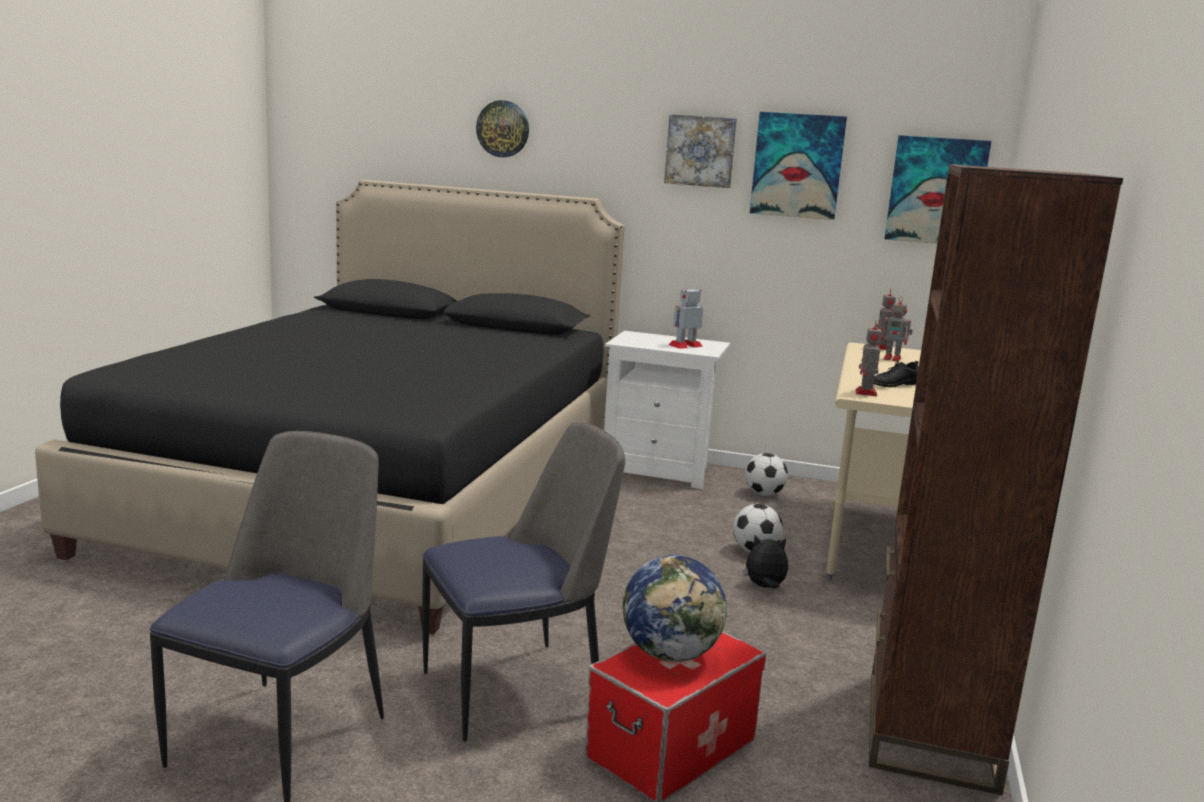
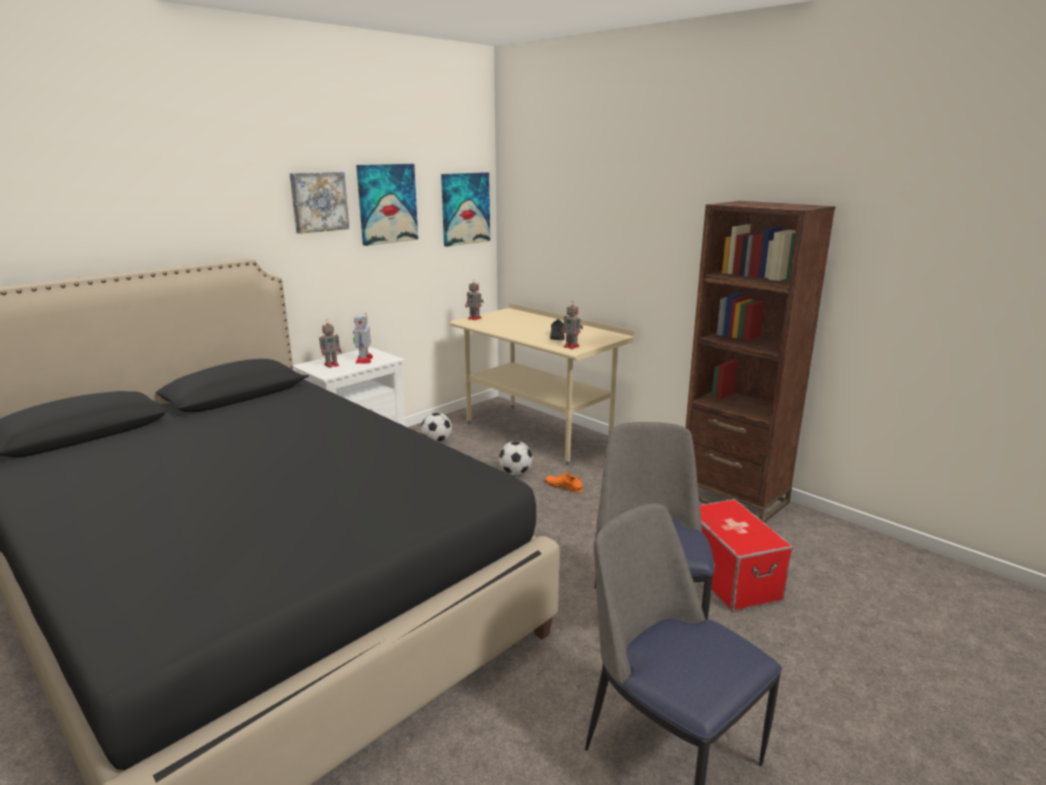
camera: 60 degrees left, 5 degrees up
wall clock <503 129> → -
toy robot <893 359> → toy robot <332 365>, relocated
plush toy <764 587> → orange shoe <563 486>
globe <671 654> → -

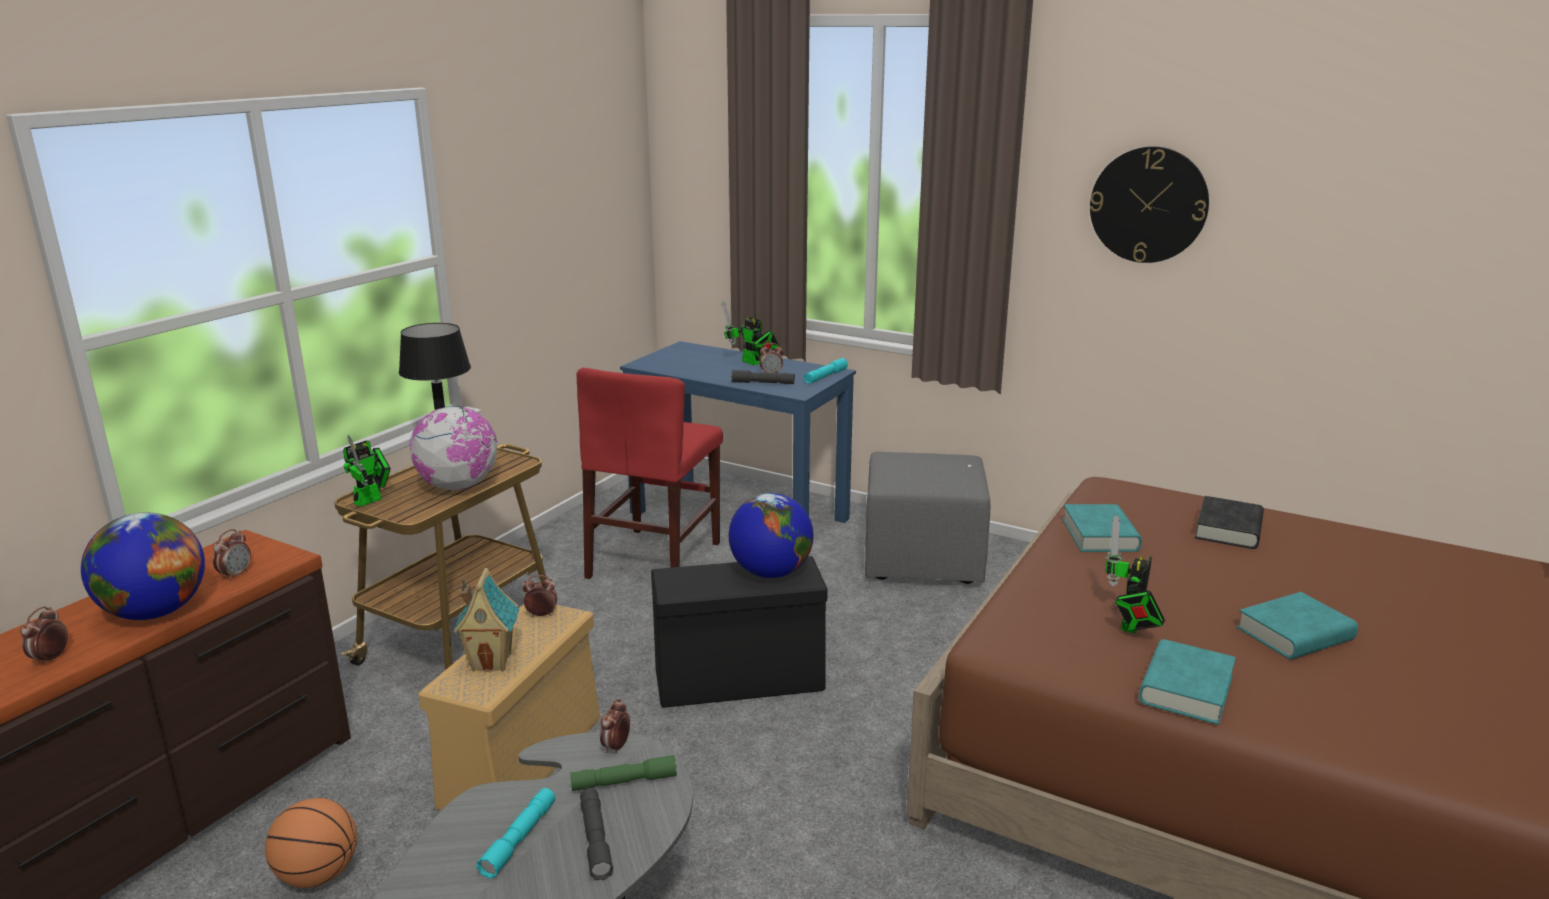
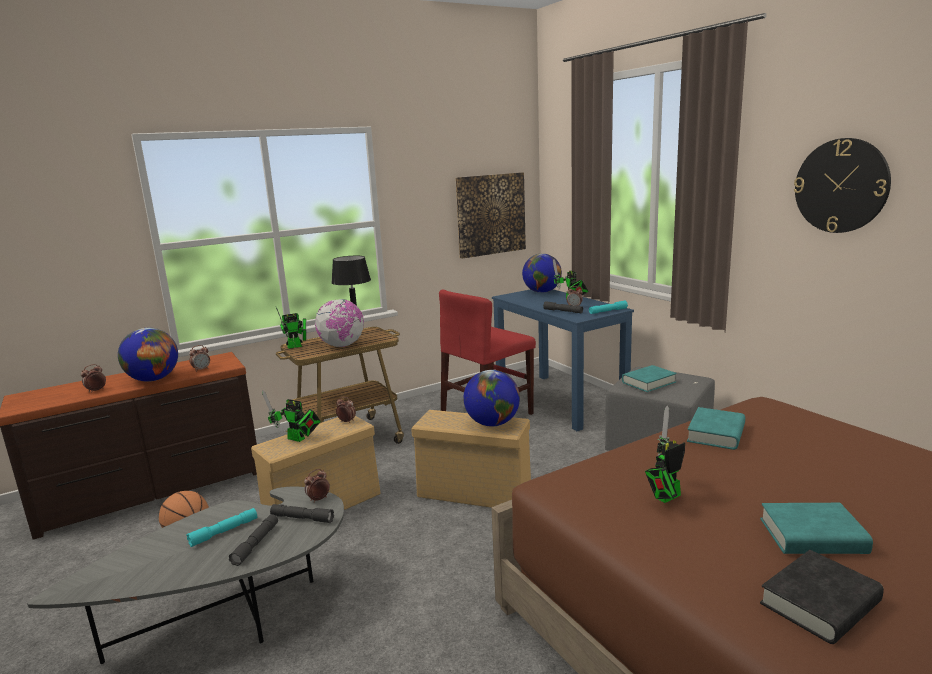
camera: 30 degrees right, 5 degrees down
black book <1228 529> → black book <820 603>, relocated
black storage box <741 680> → beige storage box <476 493>
toy house <492 661> → toy robot <298 439>
turquoise book <1186 689> → turquoise book <648 382>, relocated
green flashlight <624 782> → grey flashlight <302 518>
- → picture <490 214>
- → globe <542 292>

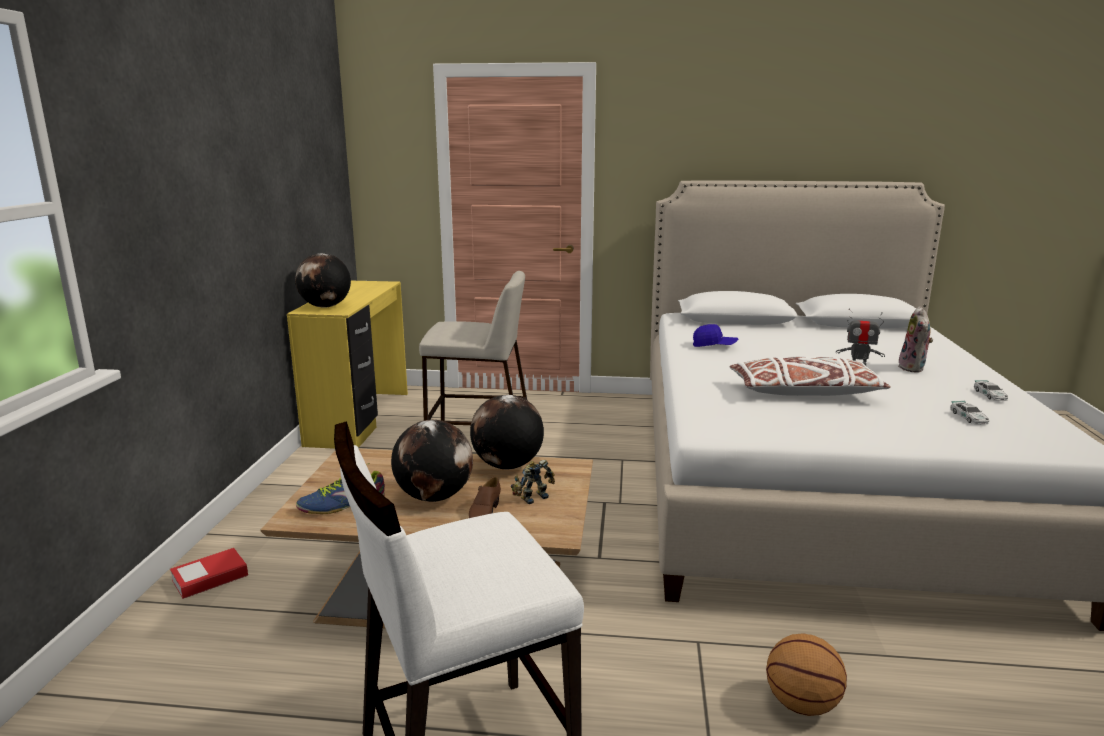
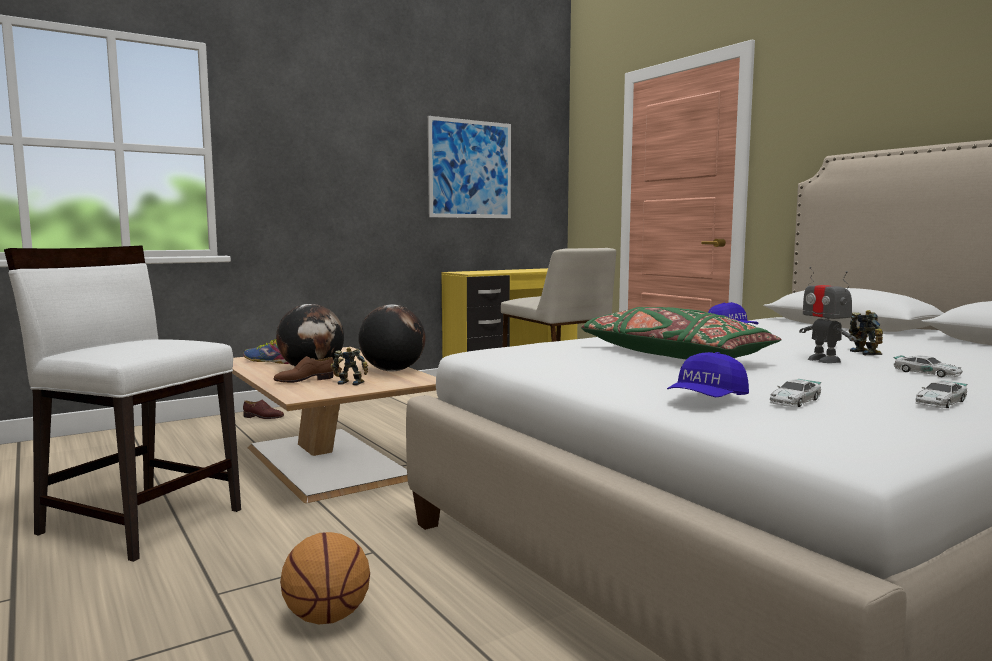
camera: 50 degrees right, 10 degrees down
globe <325 307> → -
plush toy <913 368> → toy car <926 373>
white pillow <804 392> → green pillow <672 355>
book <210 578> → brown shoe <263 417>
- → picture <470 169>
- → toy robot <867 353>
- → blue cap <706 400>

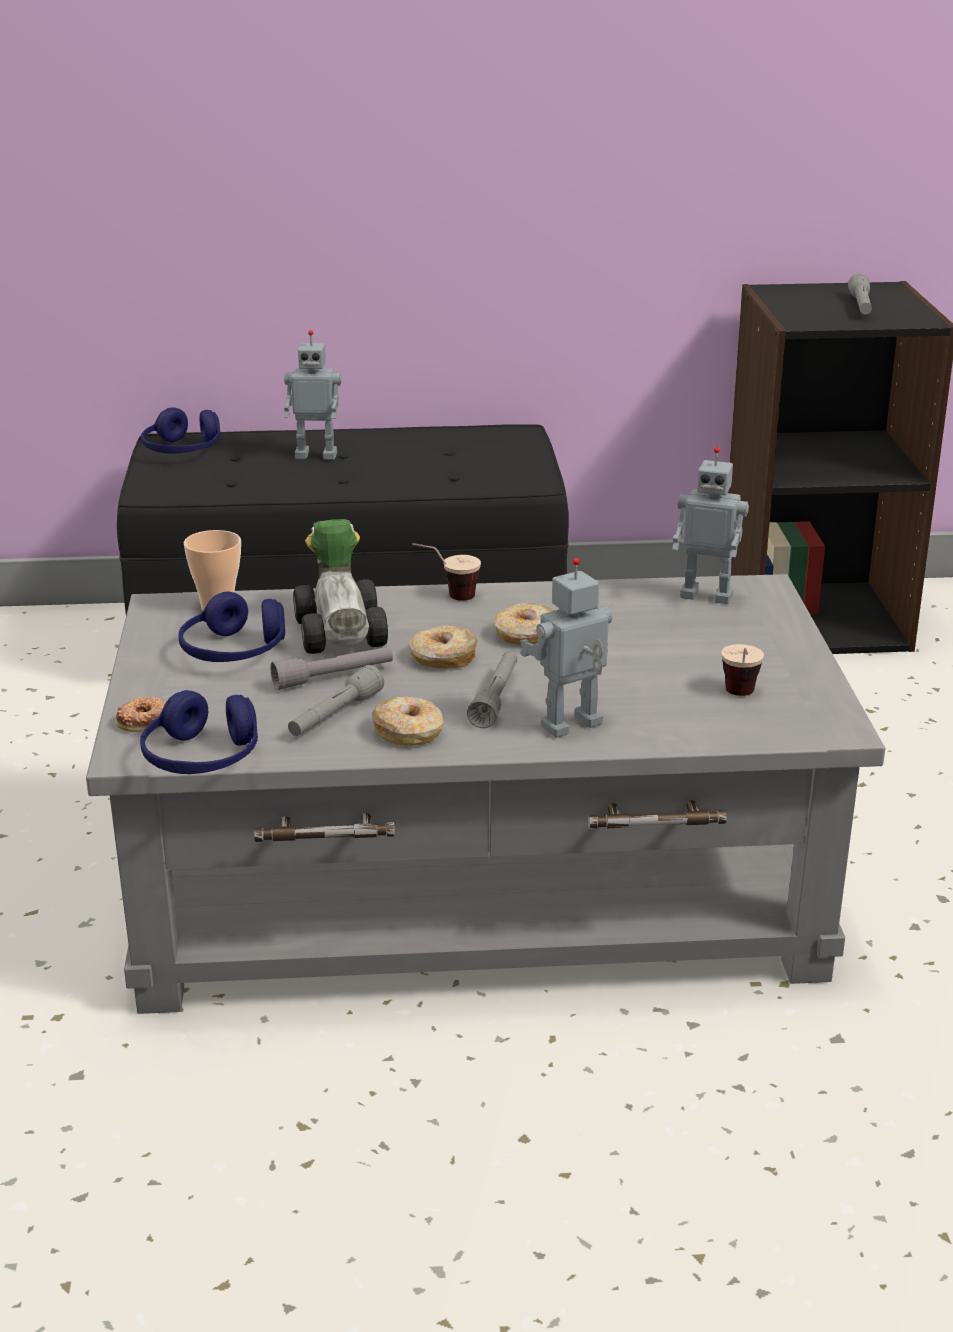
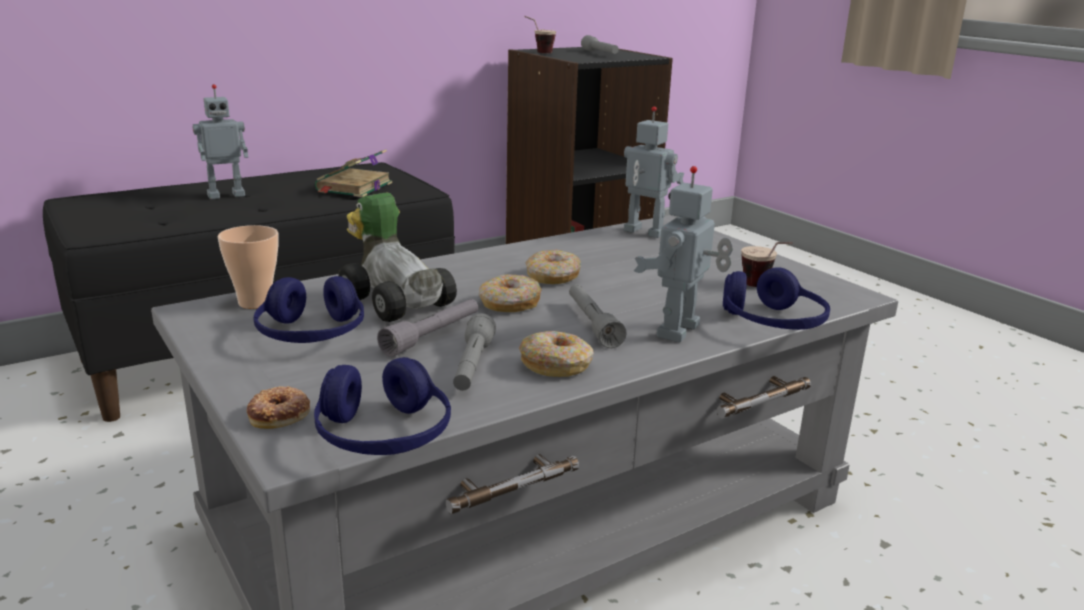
camera: 30 degrees left, 5 degrees down
blue headphones <183 451> → blue headphones <772 323>, relocated
toy robot <707 595> → toy robot <643 232>, 135 degrees counterclockwise
cup <447 598> → cup <538 53>, relocated
- → book <353 187>

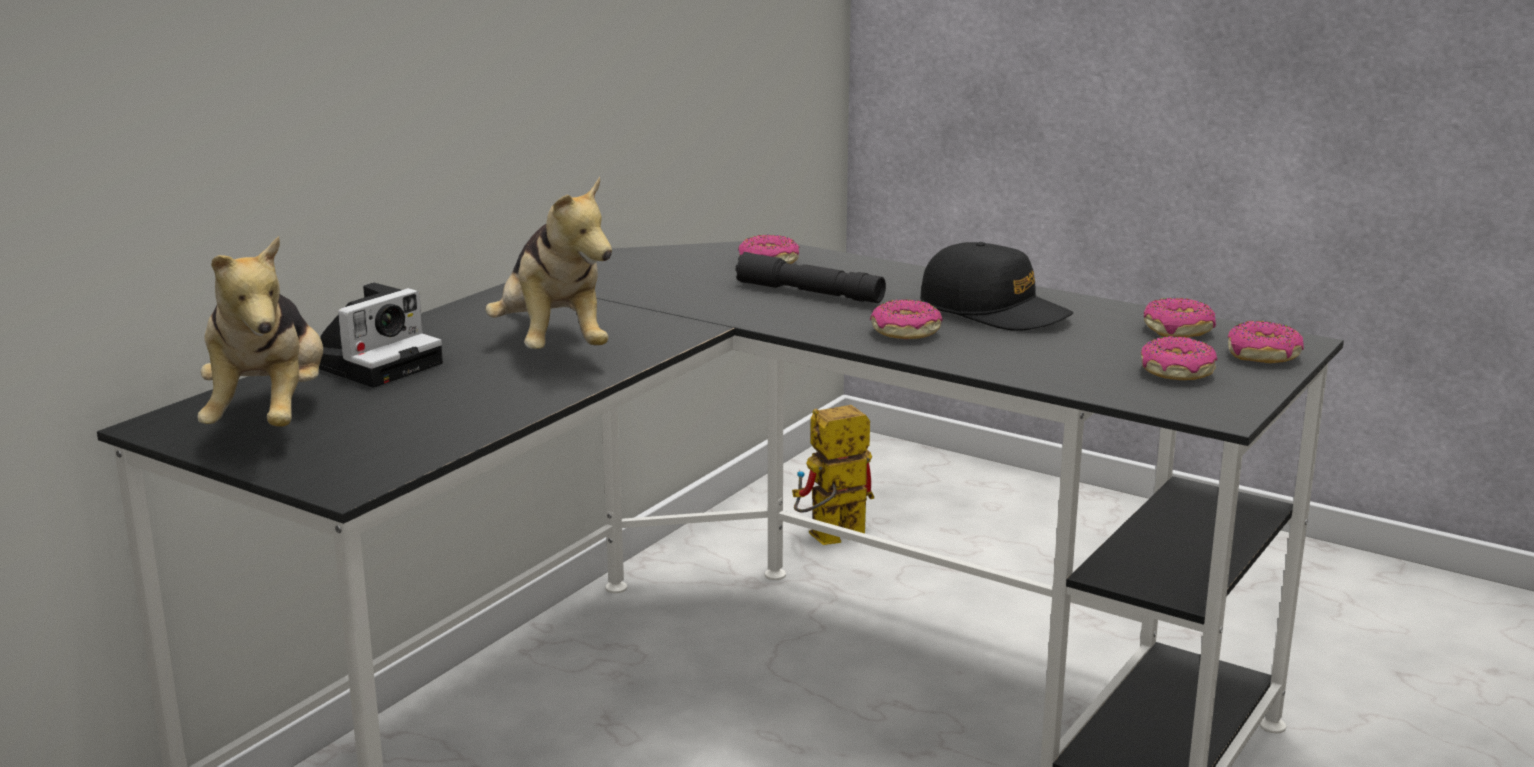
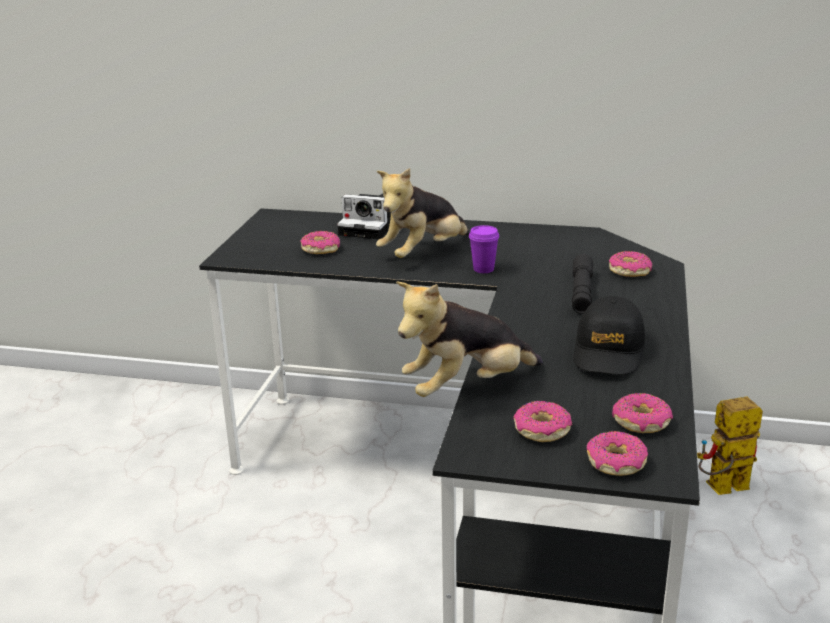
camera: 70 degrees right, 5 degrees up
plush toy <271 418> → plush toy <467 388>, relocated
donut <905 332> → donut <320 249>, relocated
toy robot <828 540> → toy robot <721 490>, 60 degrees counterclockwise
- → purple cup <483 269>

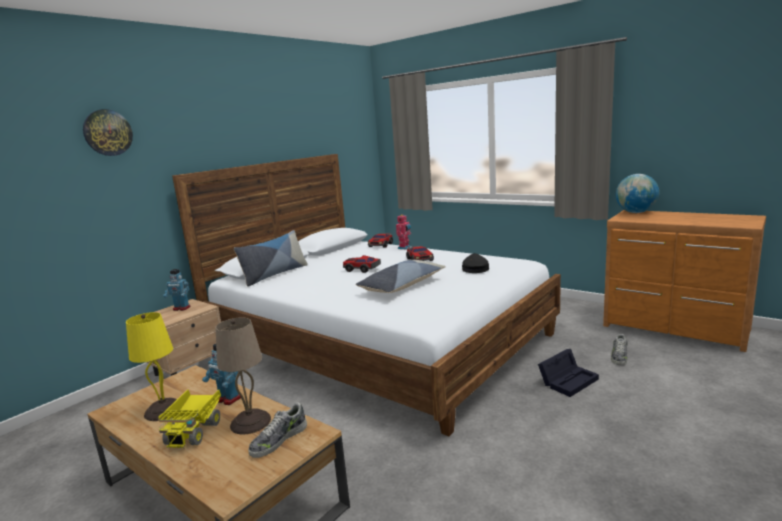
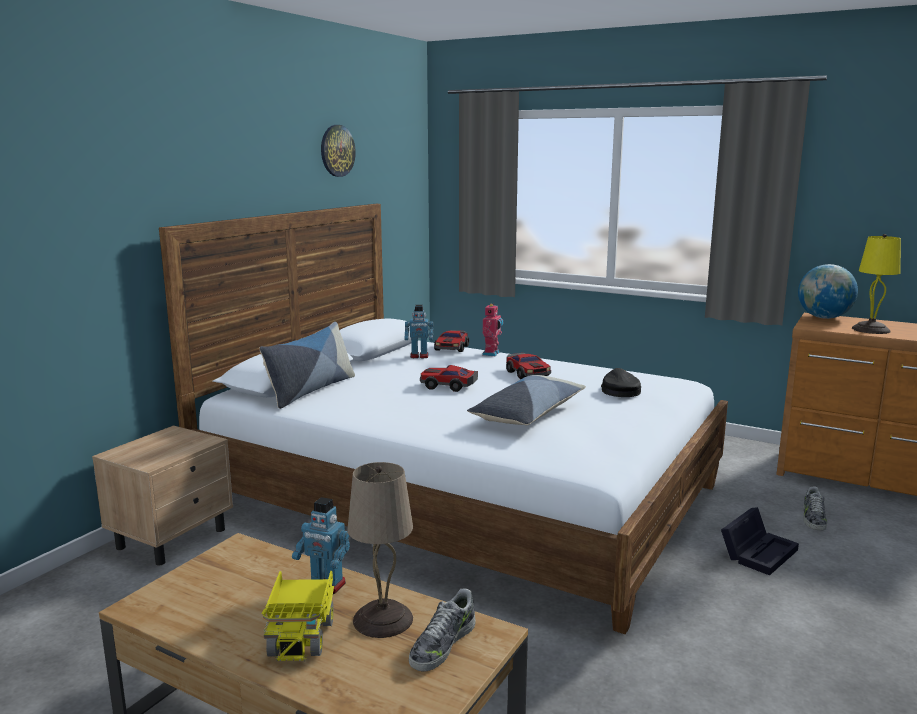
camera: 10 degrees left, 0 degrees up
wall clock <107 132> → wall clock <337 150>, relocated
toy robot <181 308> → toy robot <419 356>, relocated
yellow table lamp <165 410> → yellow table lamp <871 329>, relocated

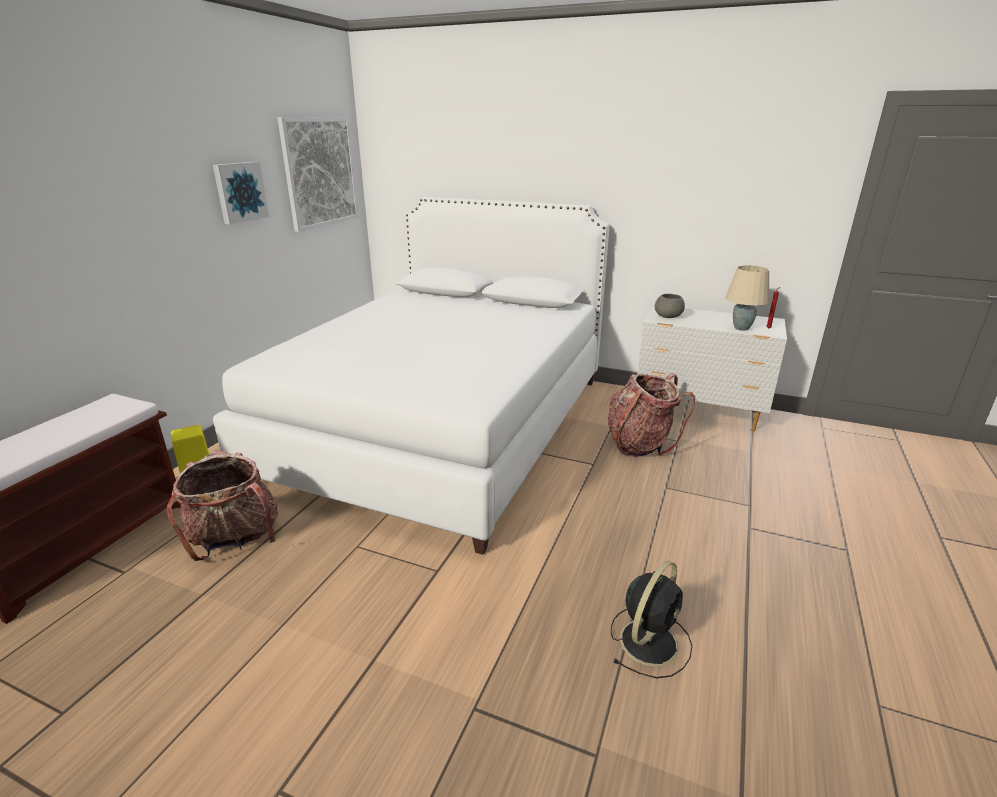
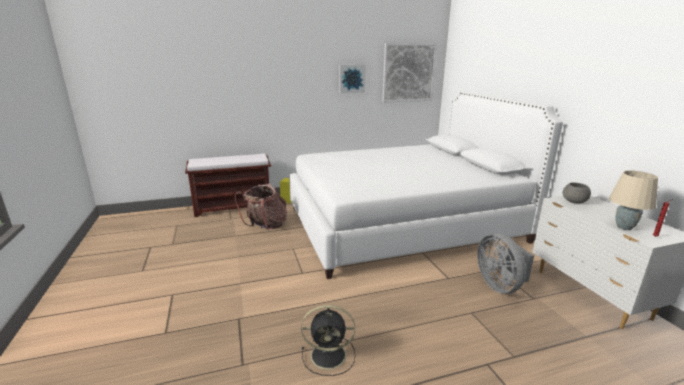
camera: 50 degrees right, 5 degrees down
backpack <640 444> → grey fan <500 285>

